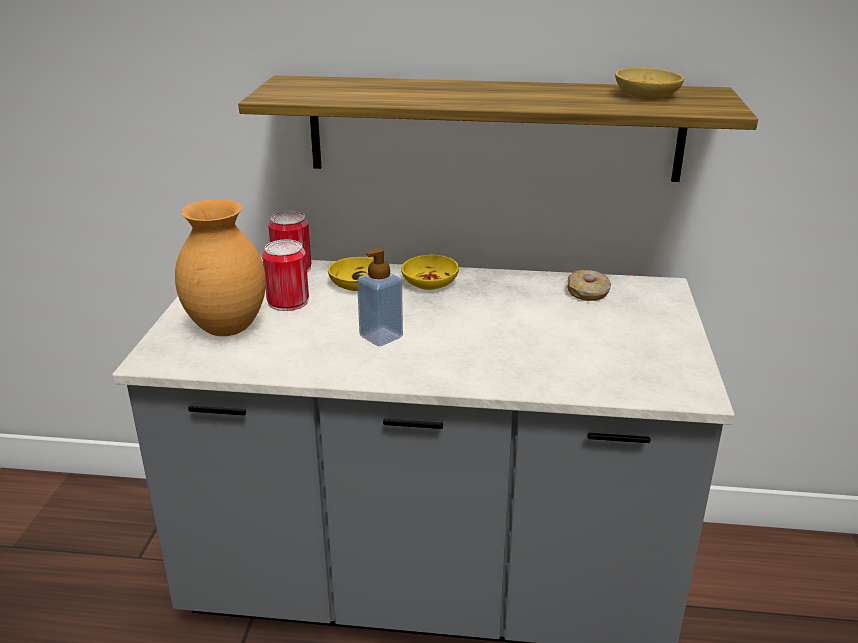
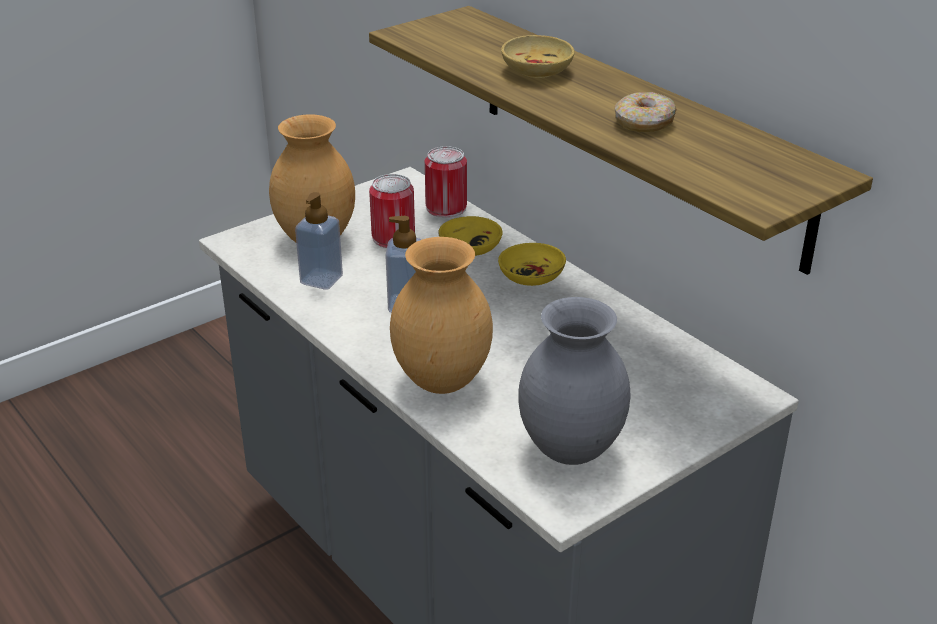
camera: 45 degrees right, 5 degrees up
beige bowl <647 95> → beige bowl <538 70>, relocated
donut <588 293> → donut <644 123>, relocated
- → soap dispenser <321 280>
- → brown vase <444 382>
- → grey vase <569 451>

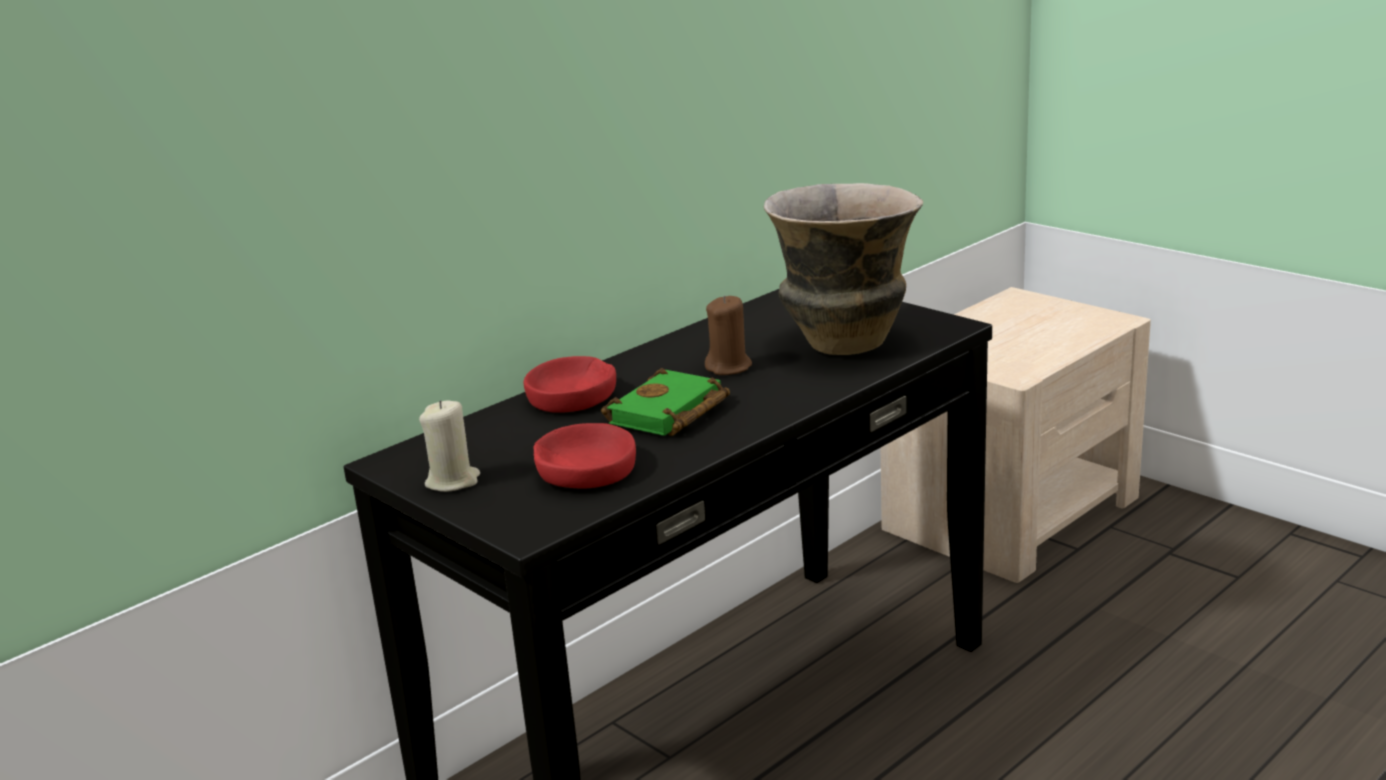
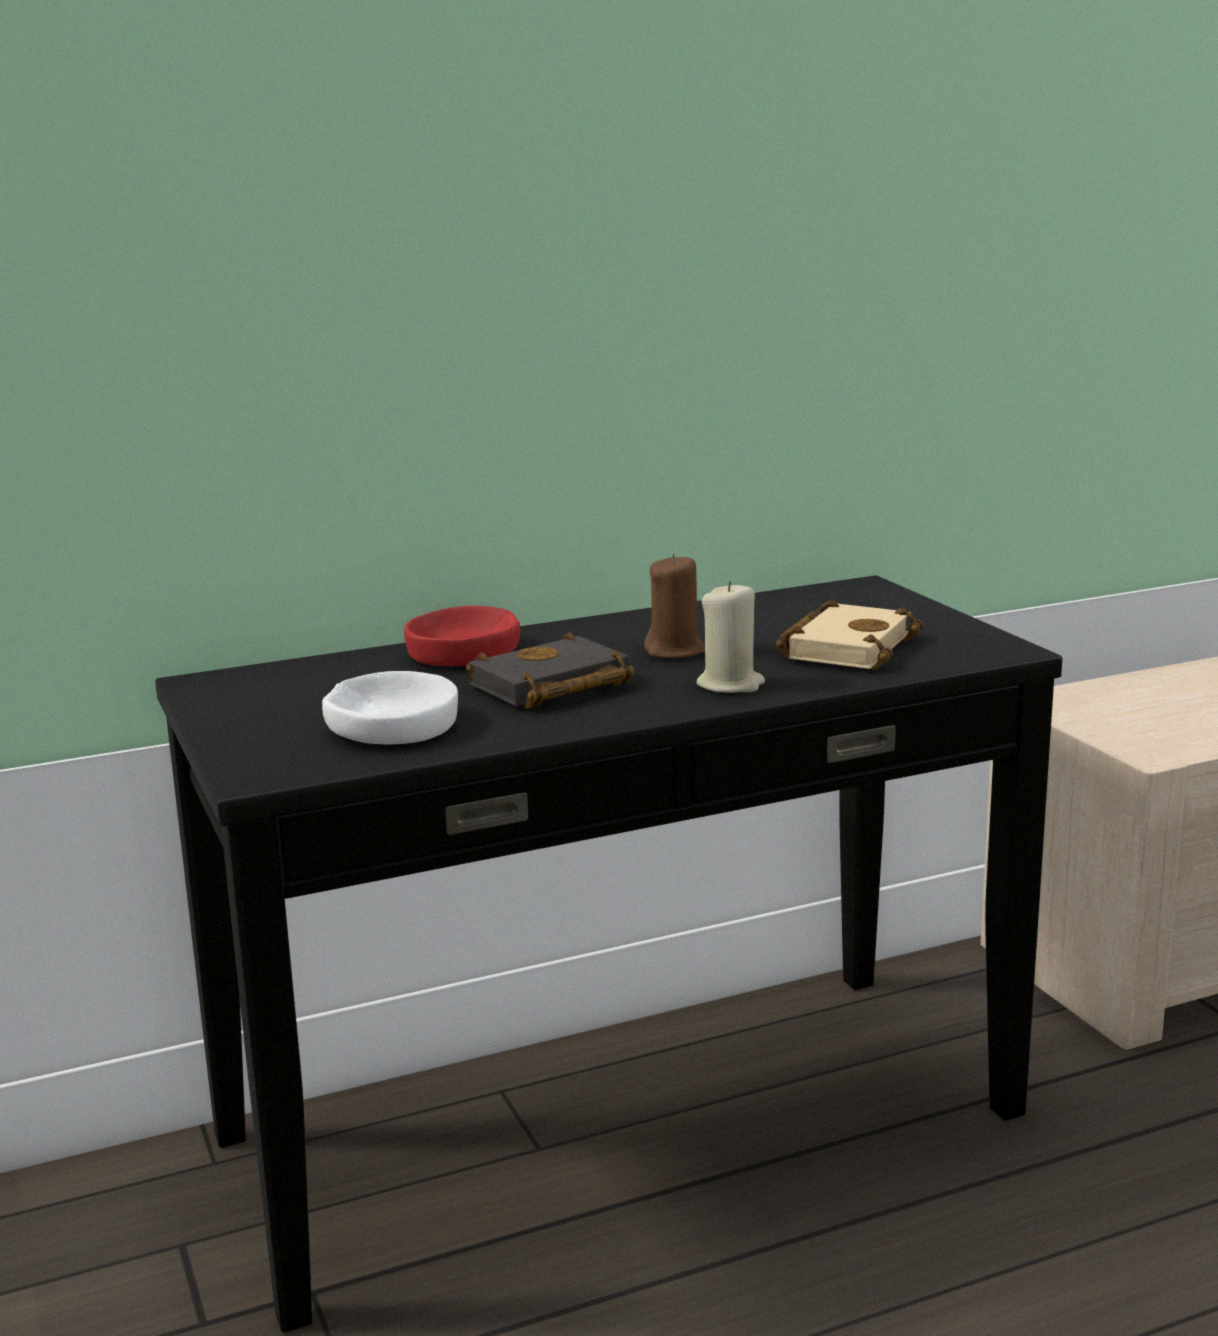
camera: 20 degrees right, 5 degrees down
vase <844 342> → beige book <845 647>
green book <669 414> → black book <550 687>
beige candle <453 481> → beige candle <730 685>, relocated
red bowl <586 470> → white bowl <392 726>

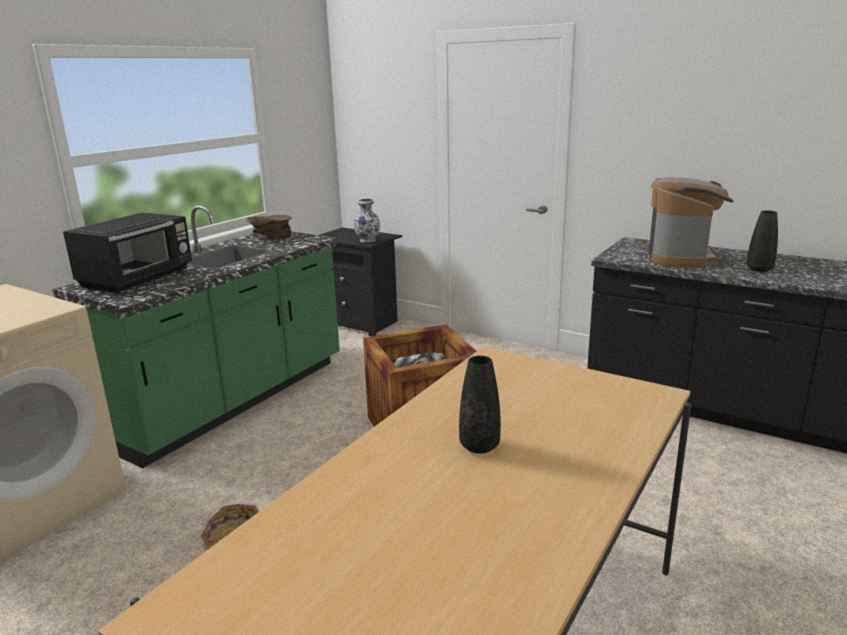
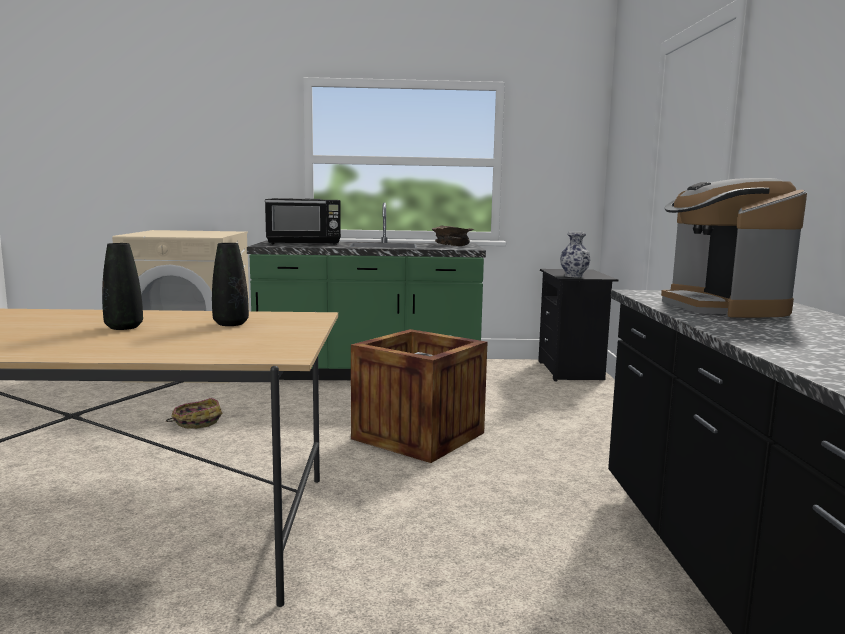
camera: 55 degrees right, 10 degrees down
coffee machine <681 258> → coffee machine <722 307>, 105 degrees clockwise
black vase <759 269> → black vase <231 324>, relocated

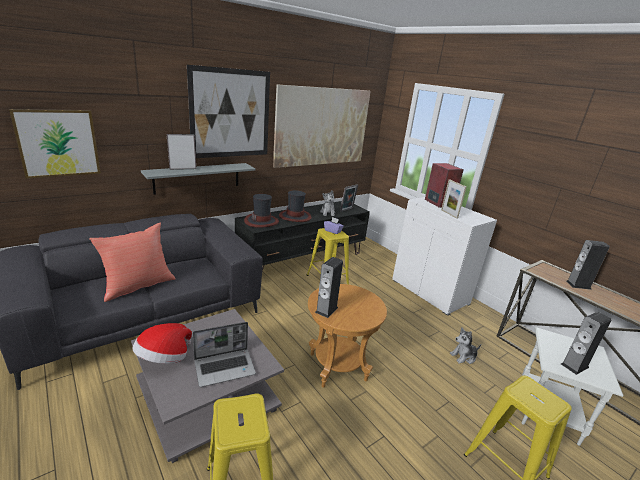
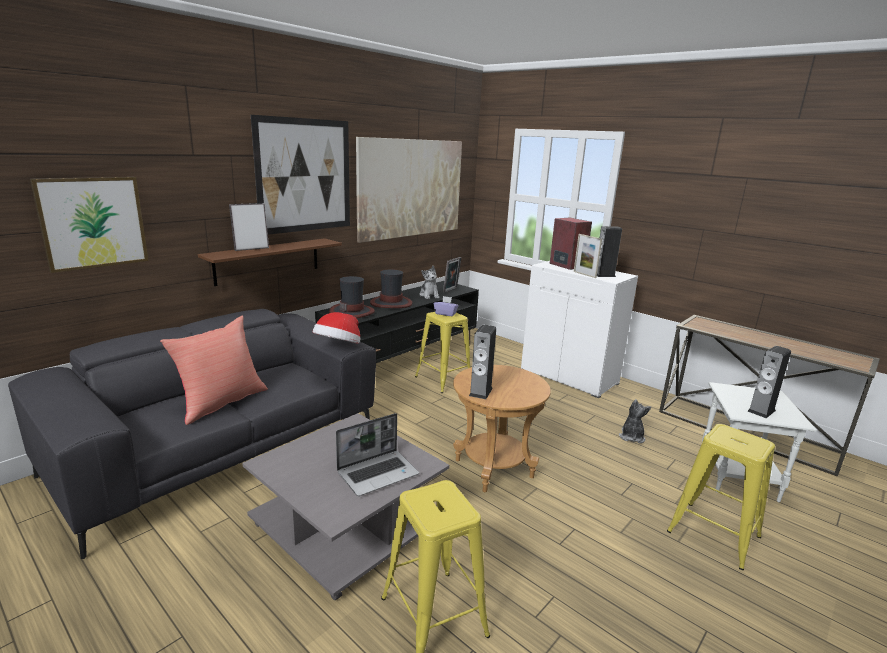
camera: 10 degrees left, 5 degrees down
grey shelf <197 178> → brown shelf <268 261>
speaker <578 285> → speaker <604 275>, relocated
hat <164 358> → hat <338 347>, relocated
plush toy <463 356> → plush toy <631 437>, 135 degrees clockwise

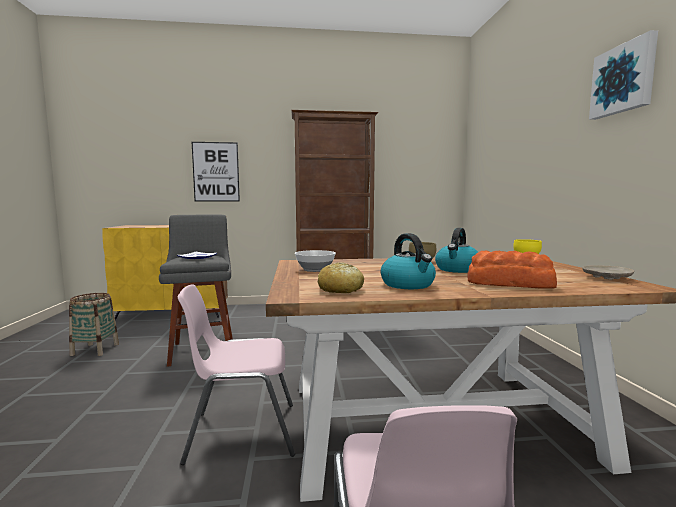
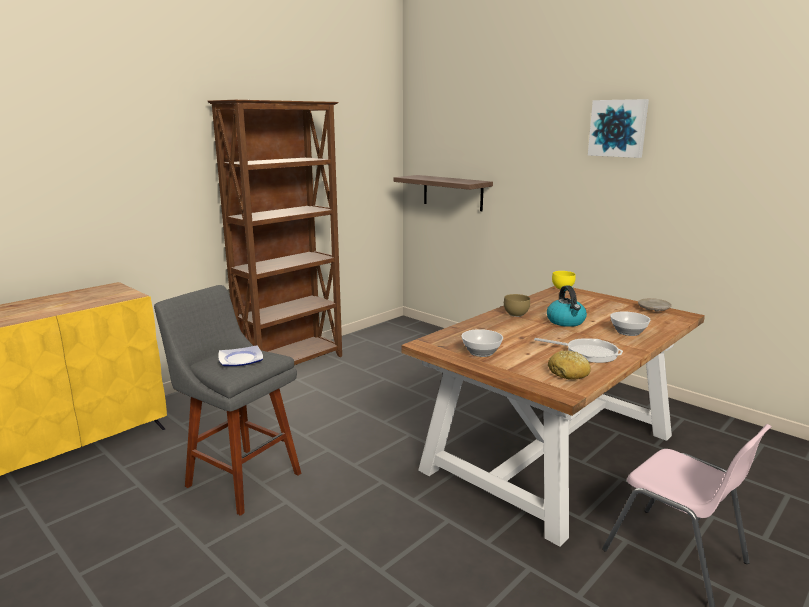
camera: 40 degrees left, 10 degrees up
picture <216 172> → -
kettle <408 285> → frying pan <587 353>
bread <510 283> → bowl <629 332>
pink chair <241 432> → -
basket <95 349> → -
- → shelf <452 192>

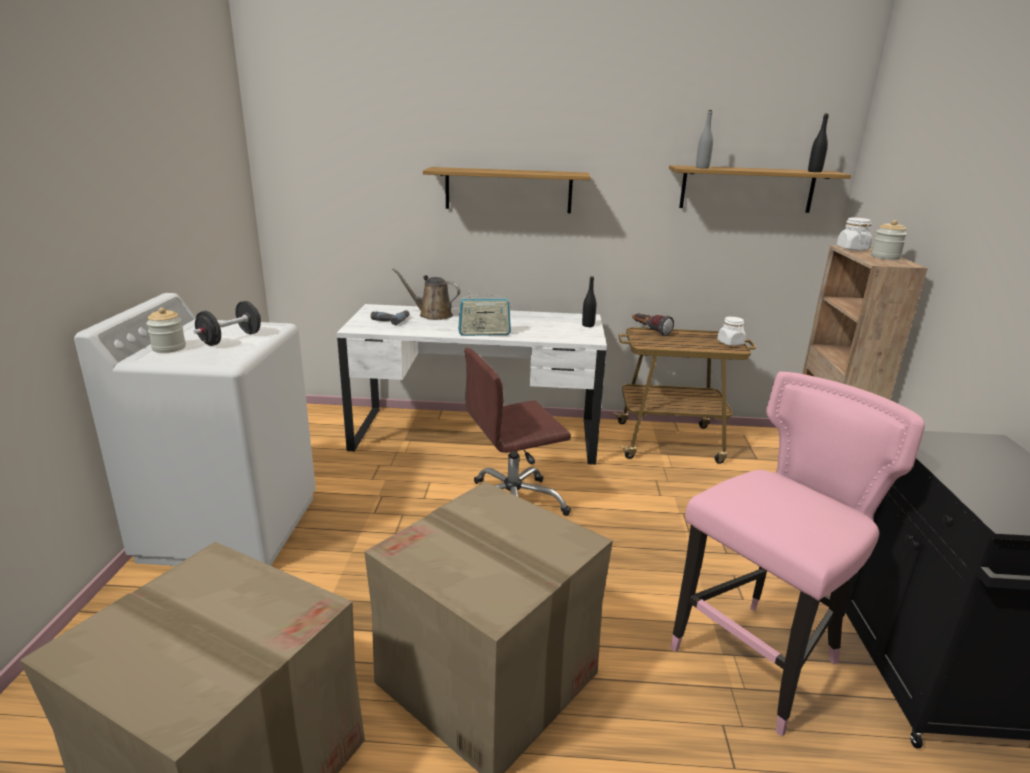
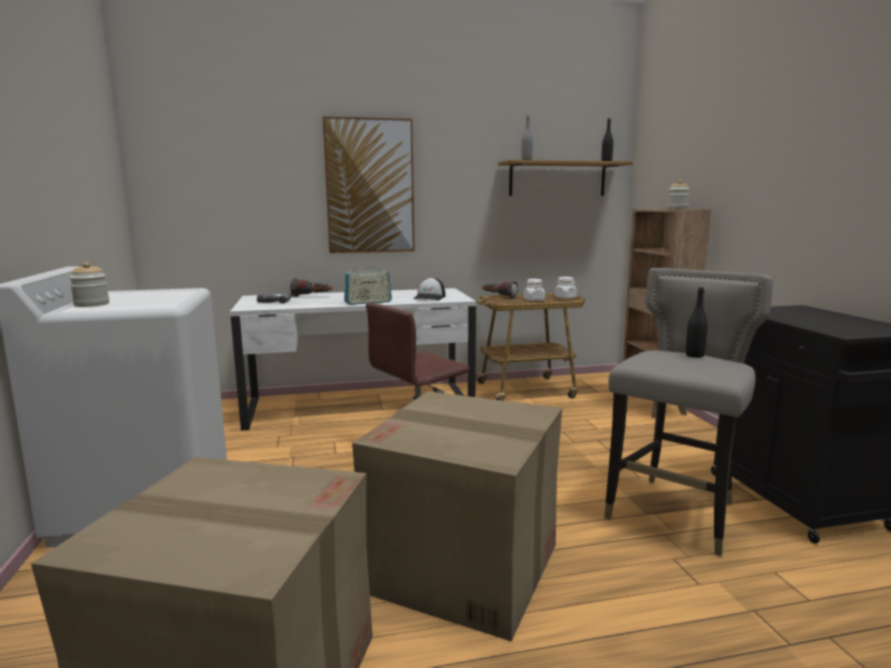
camera: 15 degrees left, 10 degrees down
shelf <508 190> → picture <370 186>
white jar <852 249> → white jar <533 300>, relocated
brown watering can <432 315> → flashlight <312 297>
black bottle <588 325> → black bottle <694 355>, relocated
black dumbbell <231 339> → -
pink stool <759 660> → grey stool <675 512>
- → cap <429 297>

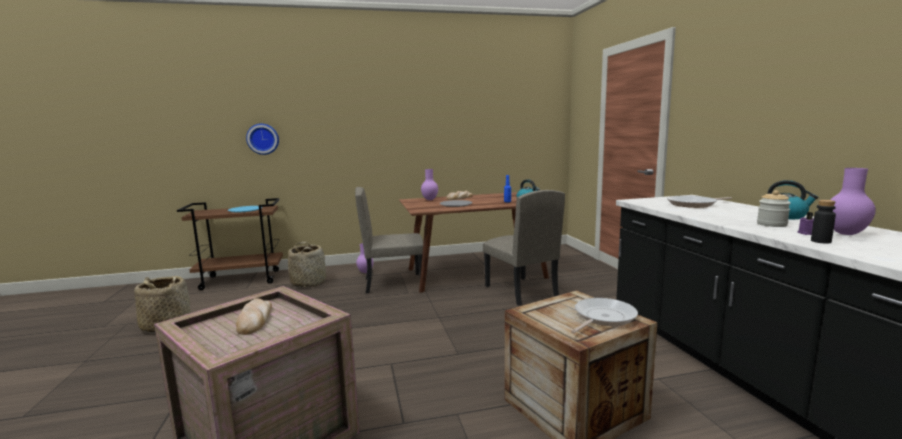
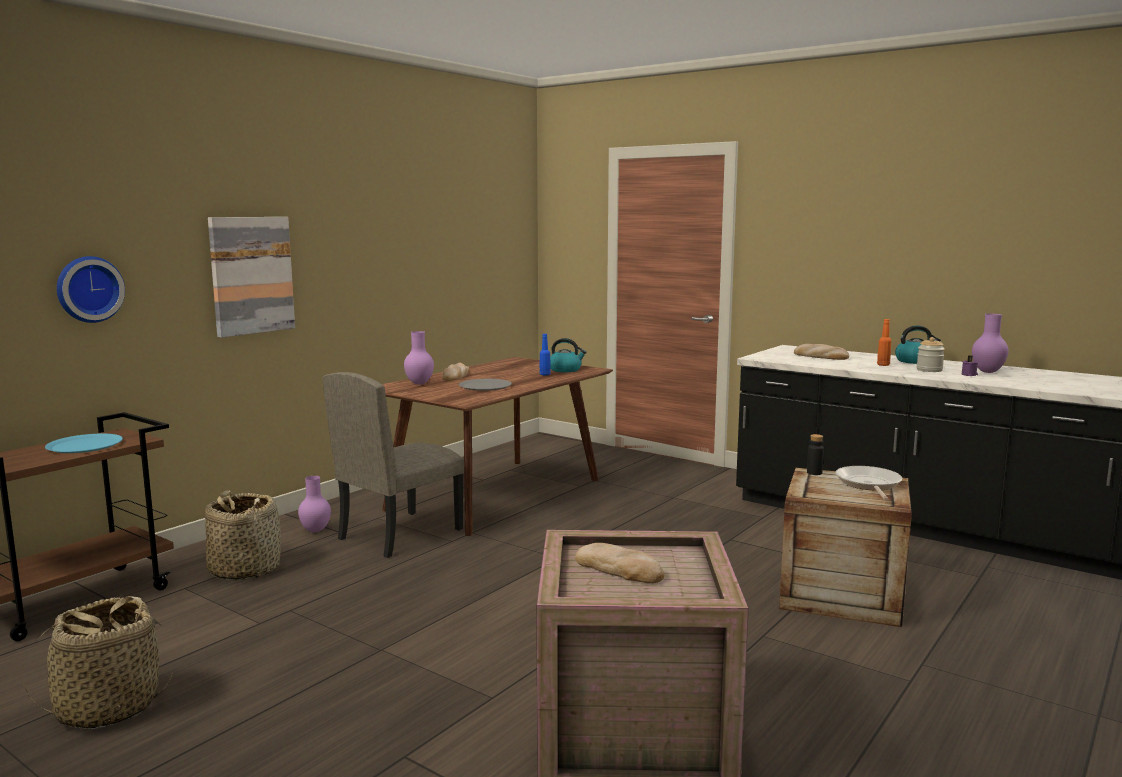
camera: 40 degrees left, 0 degrees up
beige chair <520 291> → -
frying pan <694 204> → bread <820 356>
black bottle <820 241> → black bottle <814 473>, relocated
- → picture <251 275>
- → orange bottle <883 365>

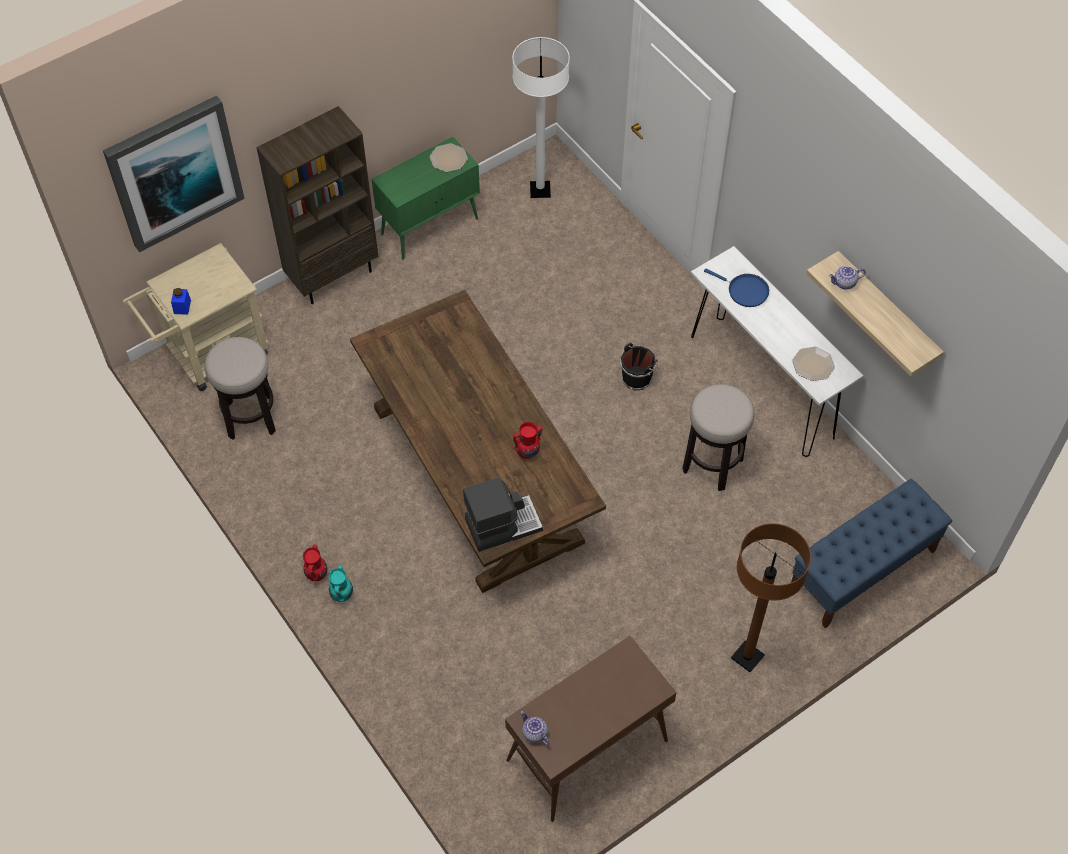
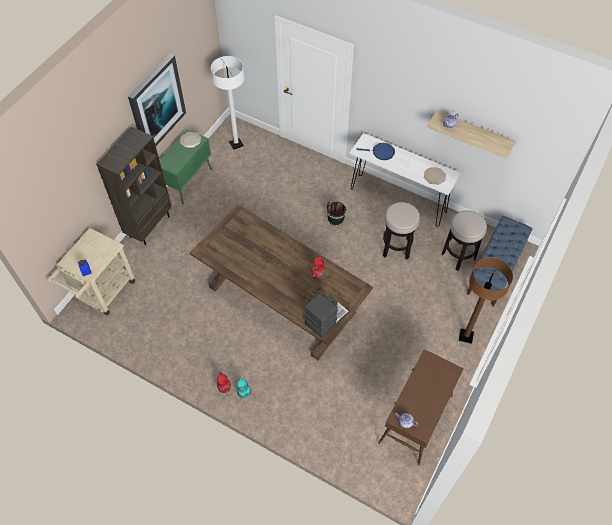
camera: 25 degrees left, 0 degrees up
picture <174 172> → picture <156 104>, relocated
stool <251 418> → stool <458 256>, relocated

